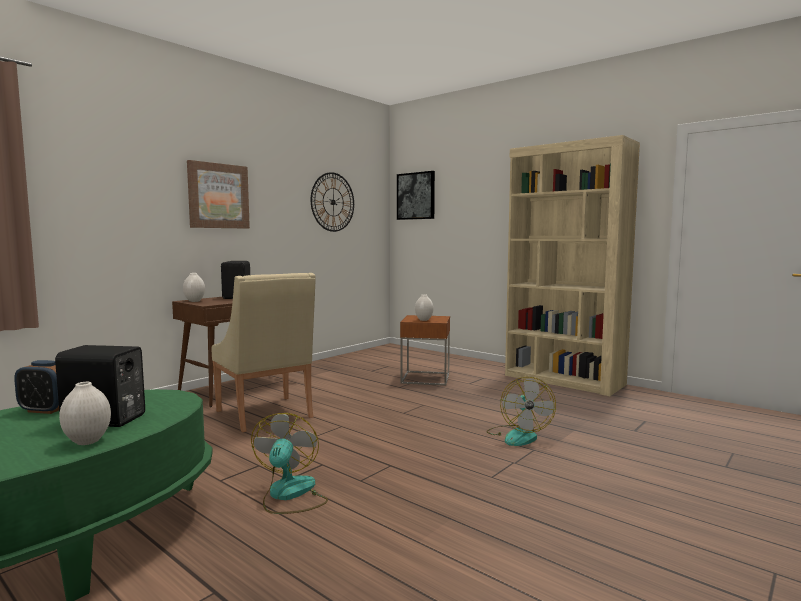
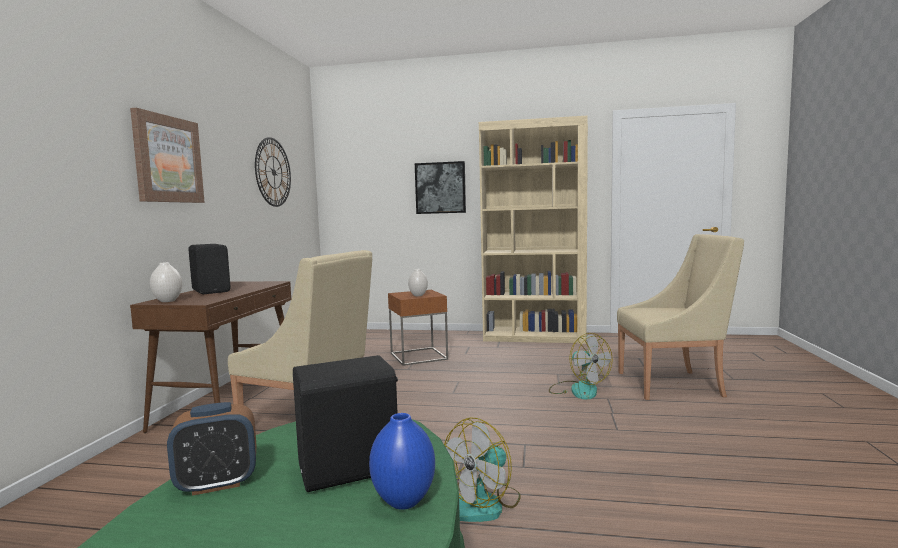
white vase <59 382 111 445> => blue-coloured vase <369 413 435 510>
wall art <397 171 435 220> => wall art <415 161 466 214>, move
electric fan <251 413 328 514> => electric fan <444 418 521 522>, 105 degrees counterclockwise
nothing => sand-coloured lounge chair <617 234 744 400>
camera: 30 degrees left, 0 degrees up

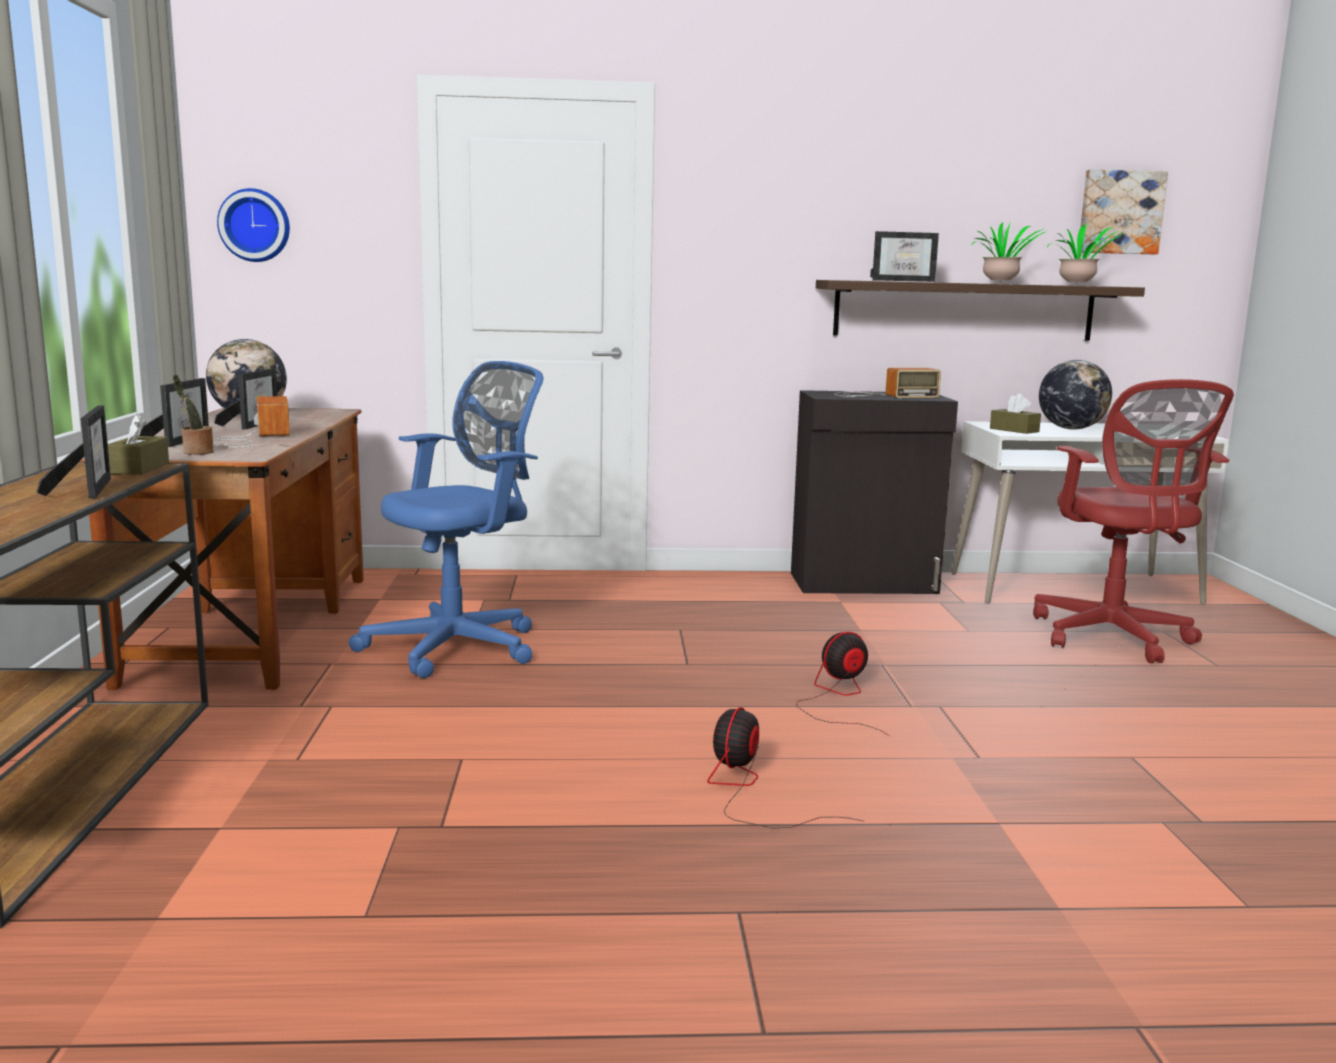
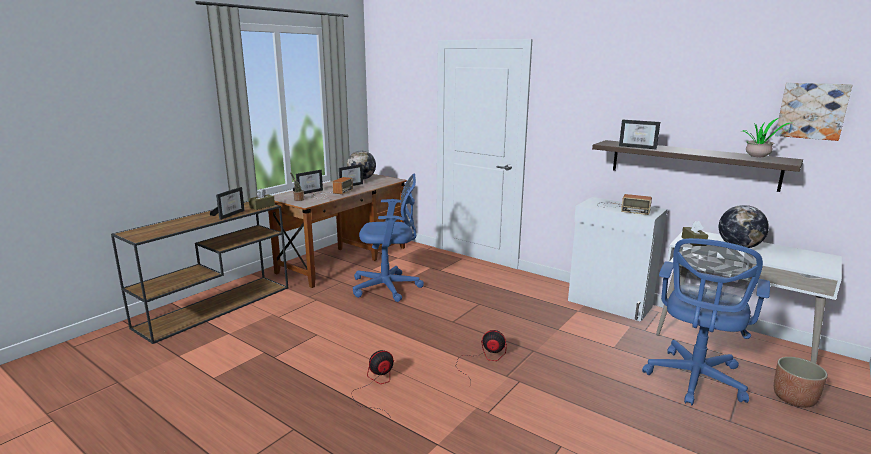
black cabinet <791 390 958 594> => white cabinet <568 197 667 322>
reddish office chair <1033 379 1234 663> => blue-coloured office chair <642 238 770 405>
nothing => planter <774 357 828 408>
wall clock <217 188 290 262> => nothing
potted plant <972 222 1047 282> => nothing
camera: 40 degrees right, 5 degrees up

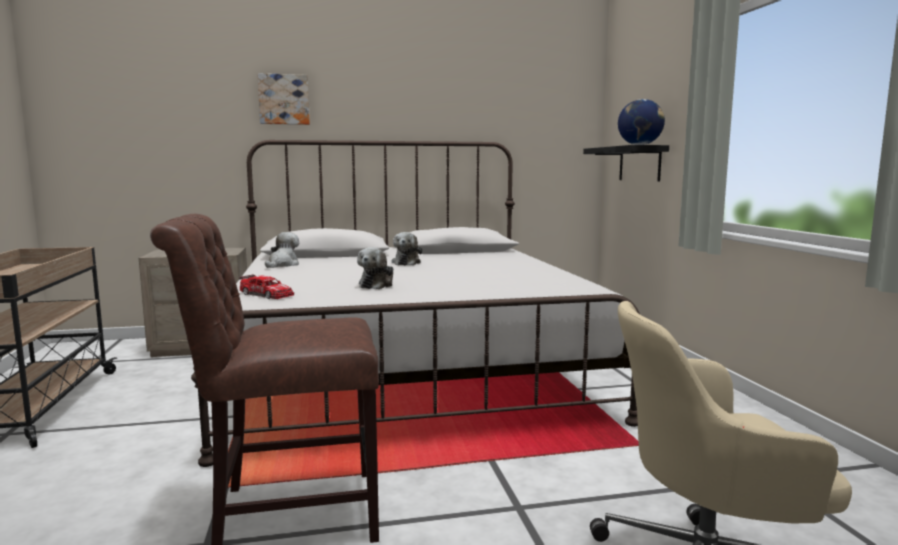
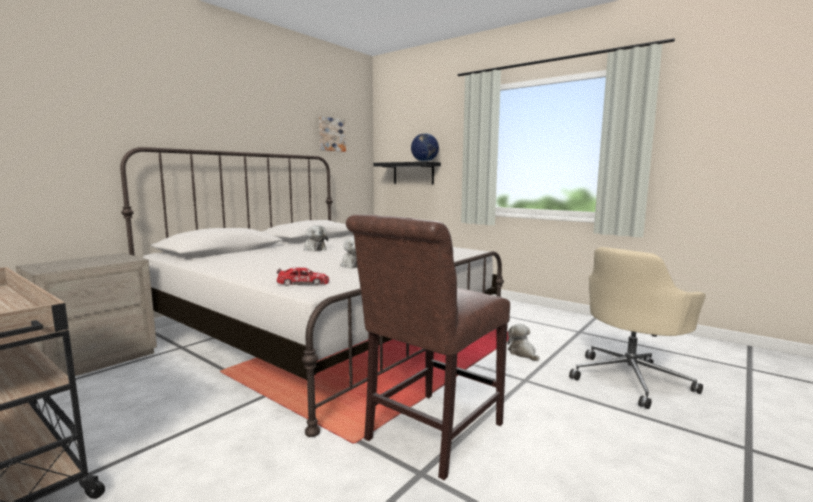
wall art <257 73 310 125> => wall art <319 116 346 152>, move
soft toy <265 232 299 268> => soft toy <508 324 539 361>, move
camera: 40 degrees left, 0 degrees up

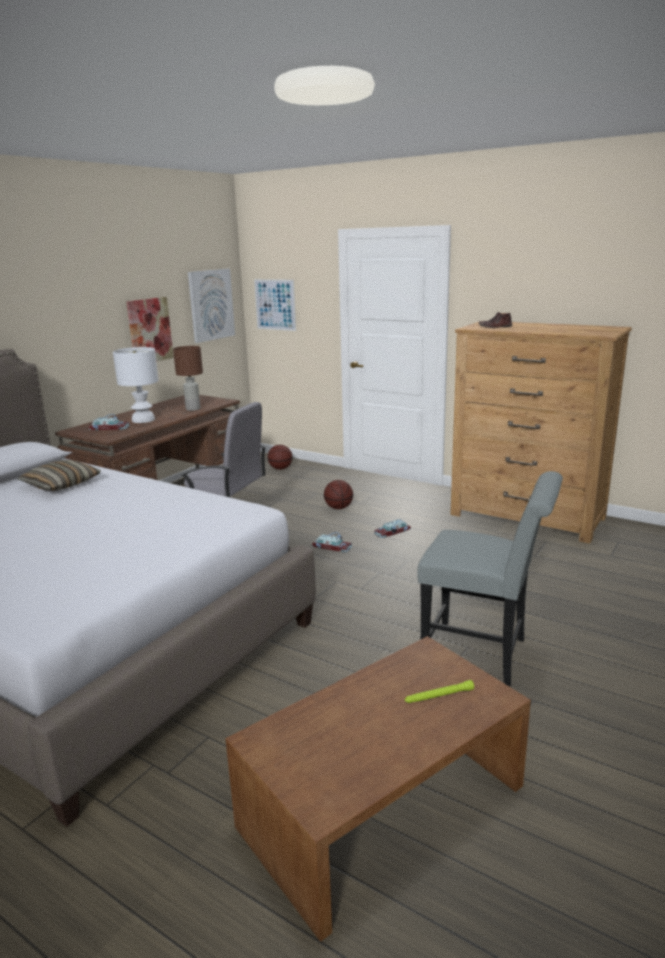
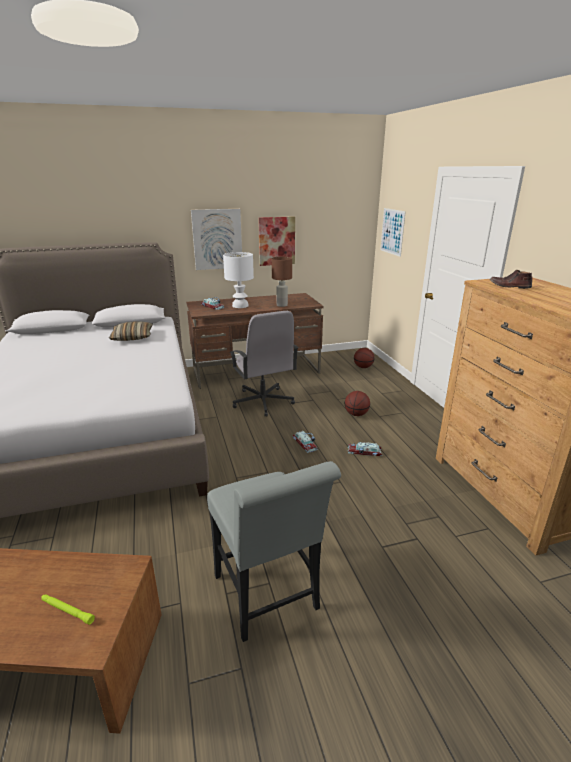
wall art <188 269 235 343> => wall art <191 209 242 270>, move
camera: 40 degrees right, 5 degrees up

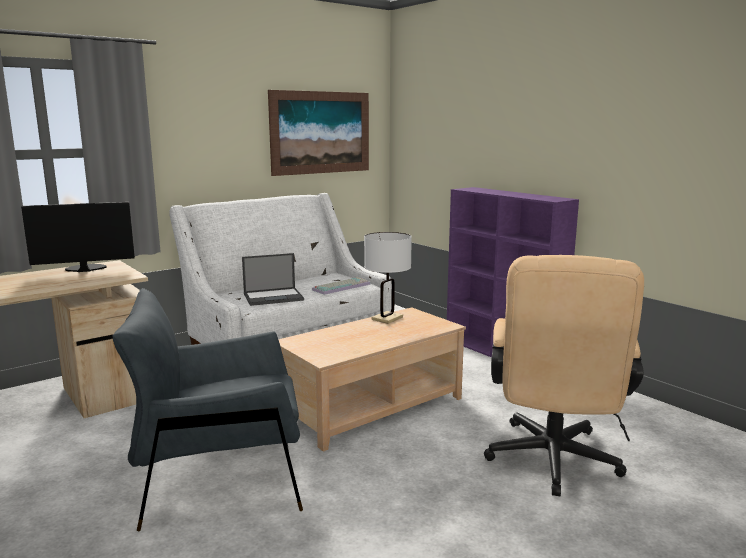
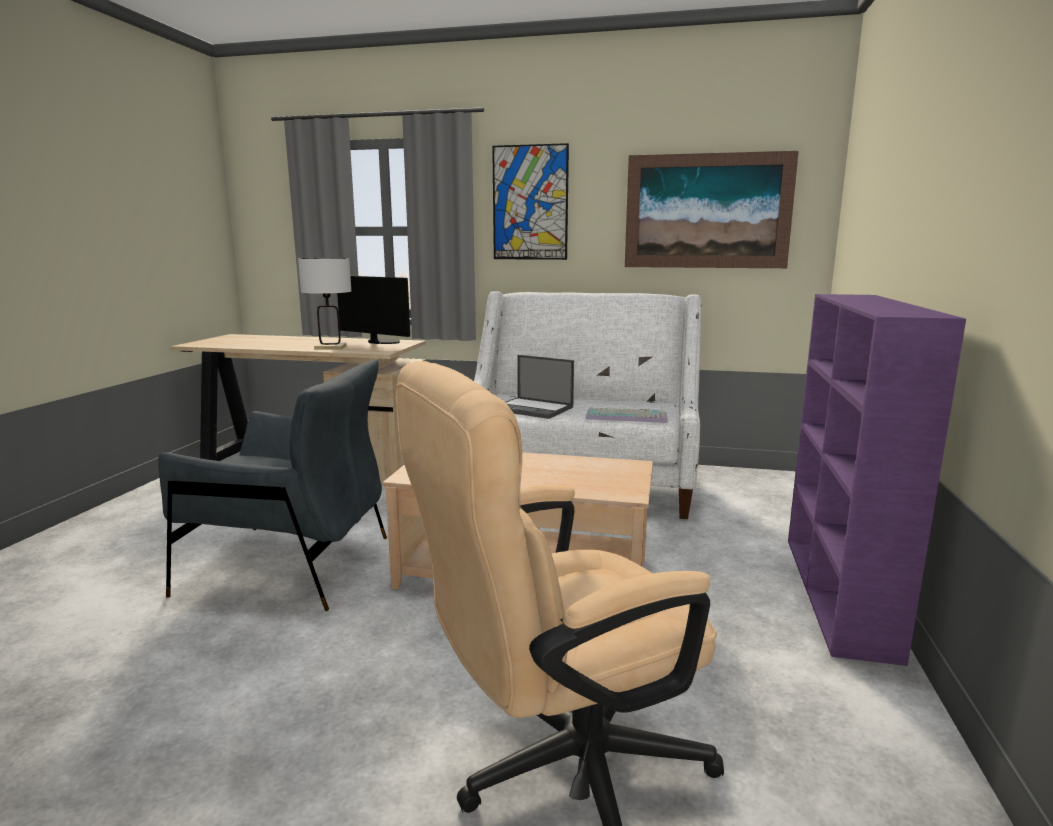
grey lounge chair <113 288 303 531> => grey lounge chair <158 360 387 611>, 150 degrees clockwise
white tabletop lamp <364 232 412 324> => white tabletop lamp <298 258 352 349>, move
nothing => wall art <492 143 569 260>
camera: 50 degrees right, 0 degrees up

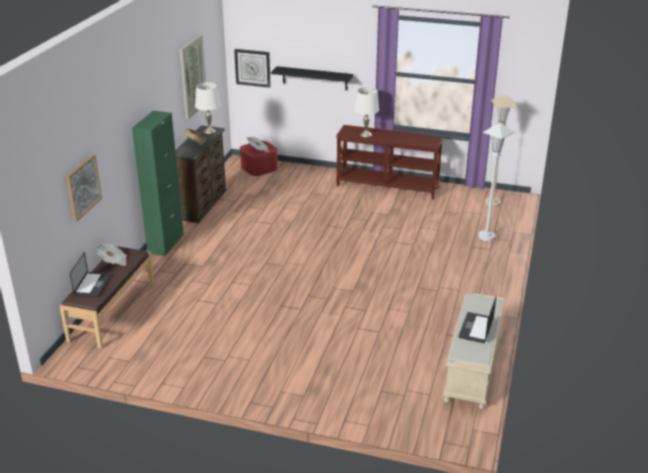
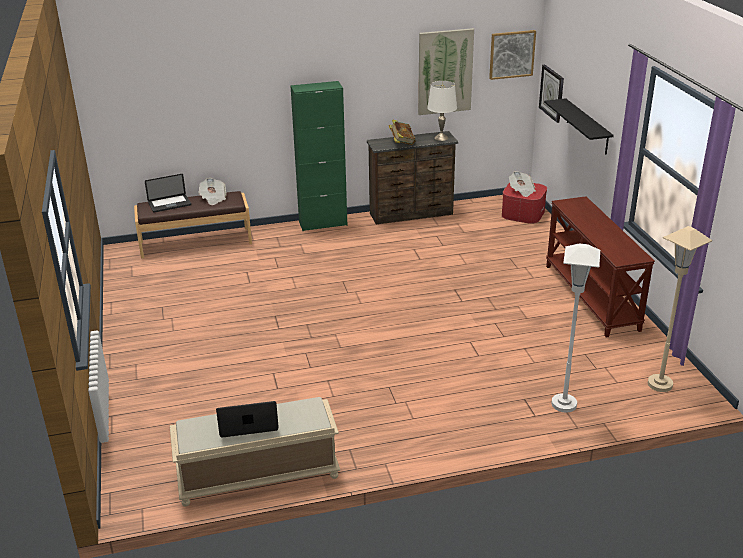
wall art <66 155 102 221> => wall art <489 30 536 80>, move
white tabletop lamp <354 87 379 137> => nothing
camera: 60 degrees right, 0 degrees up

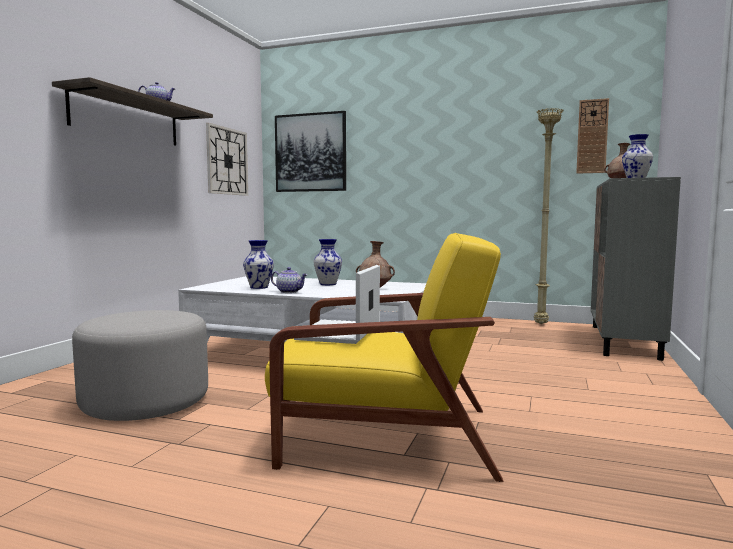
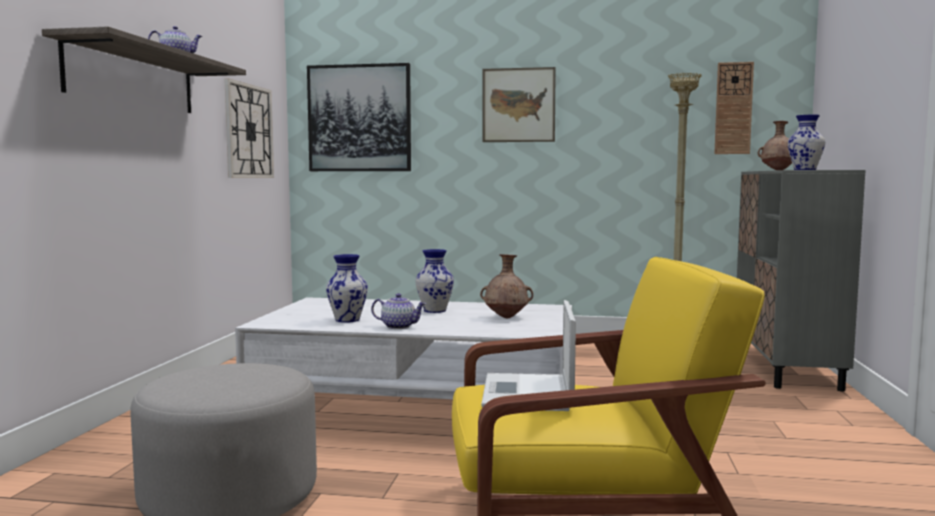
nothing => wall art <483 67 556 142>
camera: 10 degrees left, 0 degrees up

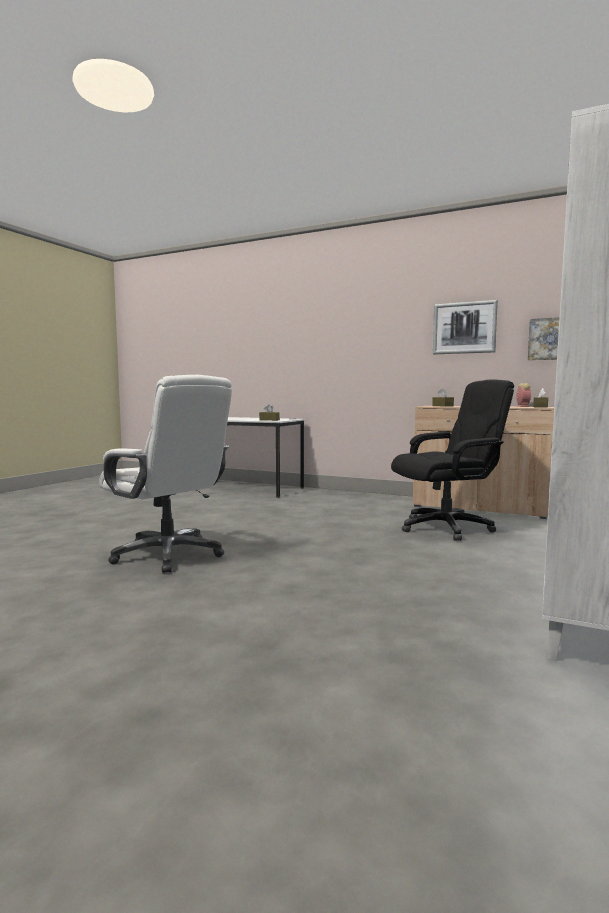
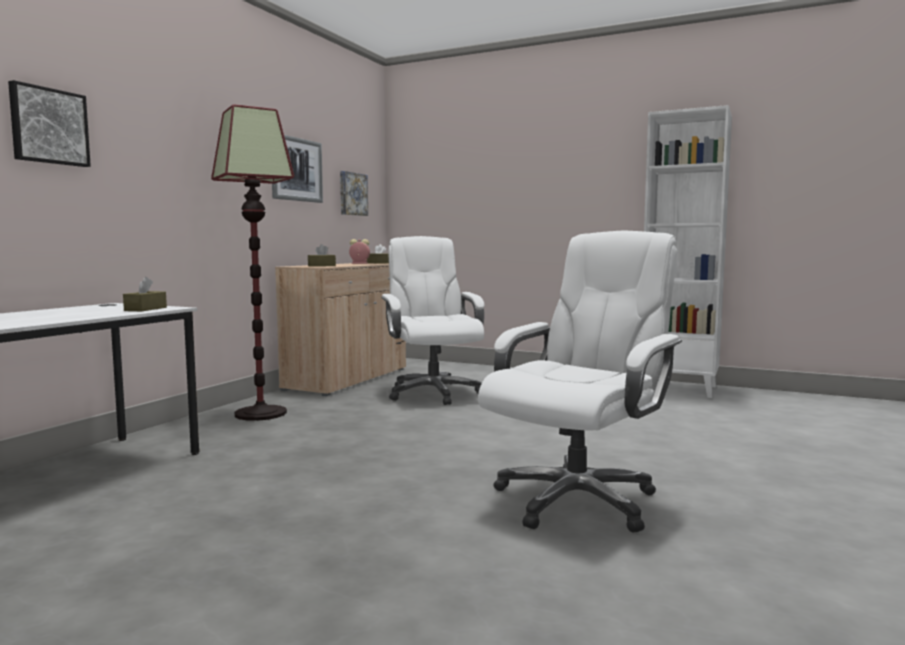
nothing => wall art <8 80 91 167>
nothing => floor lamp <211 104 294 421>
black office chair <391 379 514 541> => white office chair <381 236 484 405>
camera: 90 degrees left, 0 degrees up

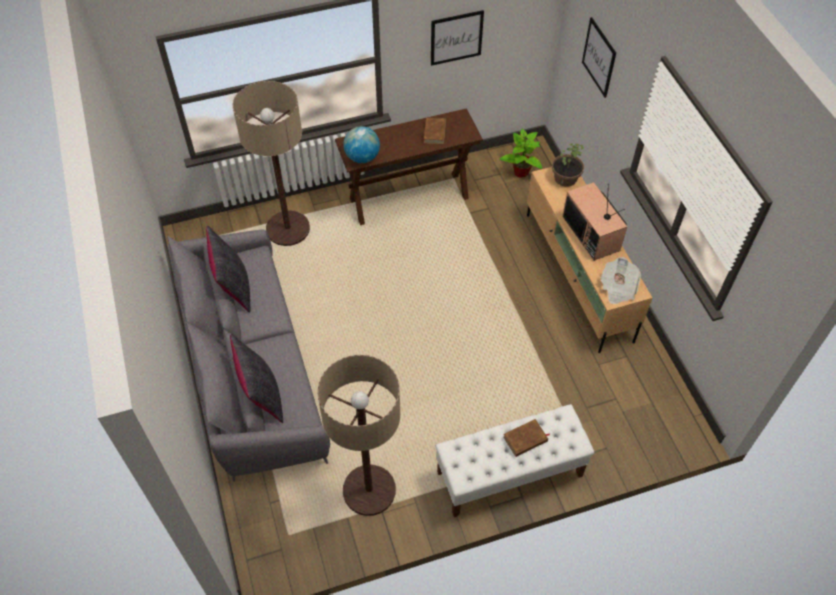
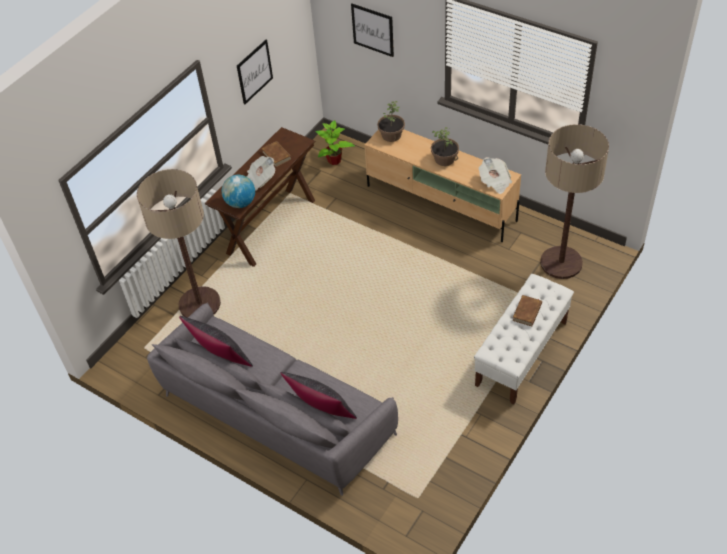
nothing => printed paper <247 156 275 191>
TV <562 182 627 261> => potted plant <431 127 459 166>
floor lamp <317 355 401 516> => floor lamp <540 124 609 279>, move
camera: 35 degrees left, 5 degrees down

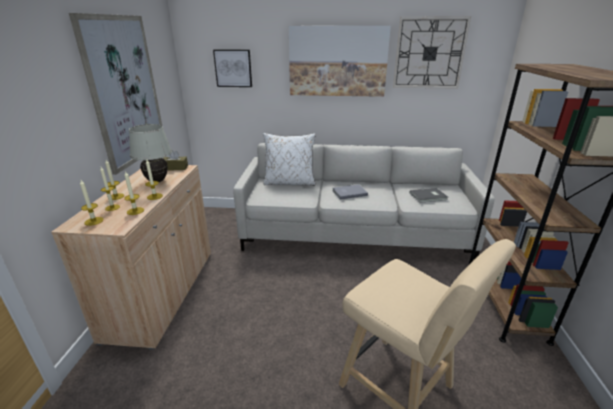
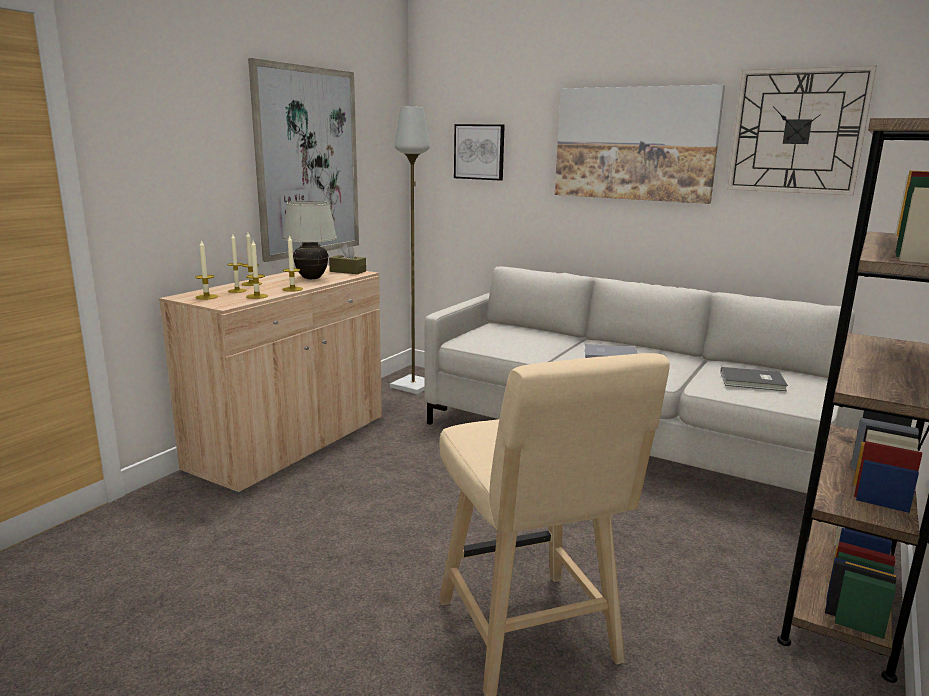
nothing => grey floor lamp <390 107 430 394>
white cushion <263 133 316 186> => nothing
camera: 25 degrees right, 10 degrees down

